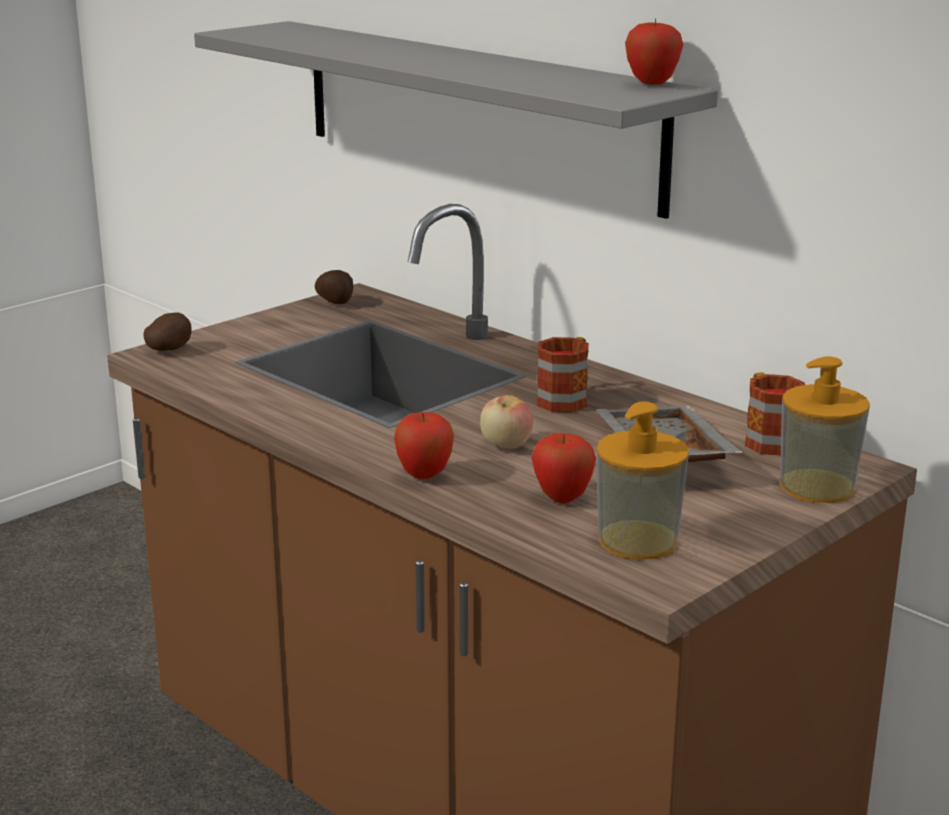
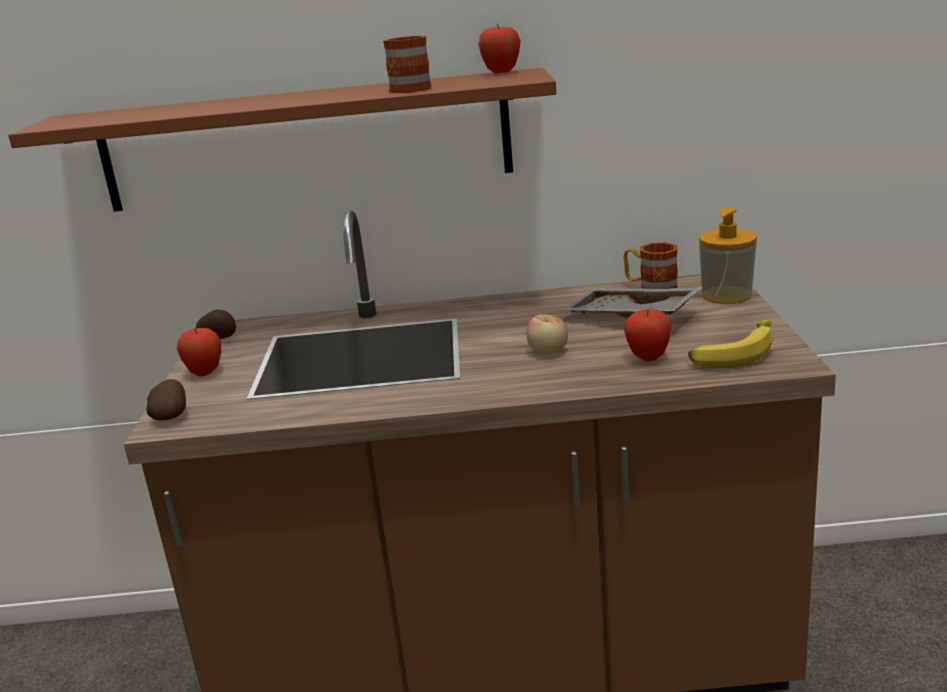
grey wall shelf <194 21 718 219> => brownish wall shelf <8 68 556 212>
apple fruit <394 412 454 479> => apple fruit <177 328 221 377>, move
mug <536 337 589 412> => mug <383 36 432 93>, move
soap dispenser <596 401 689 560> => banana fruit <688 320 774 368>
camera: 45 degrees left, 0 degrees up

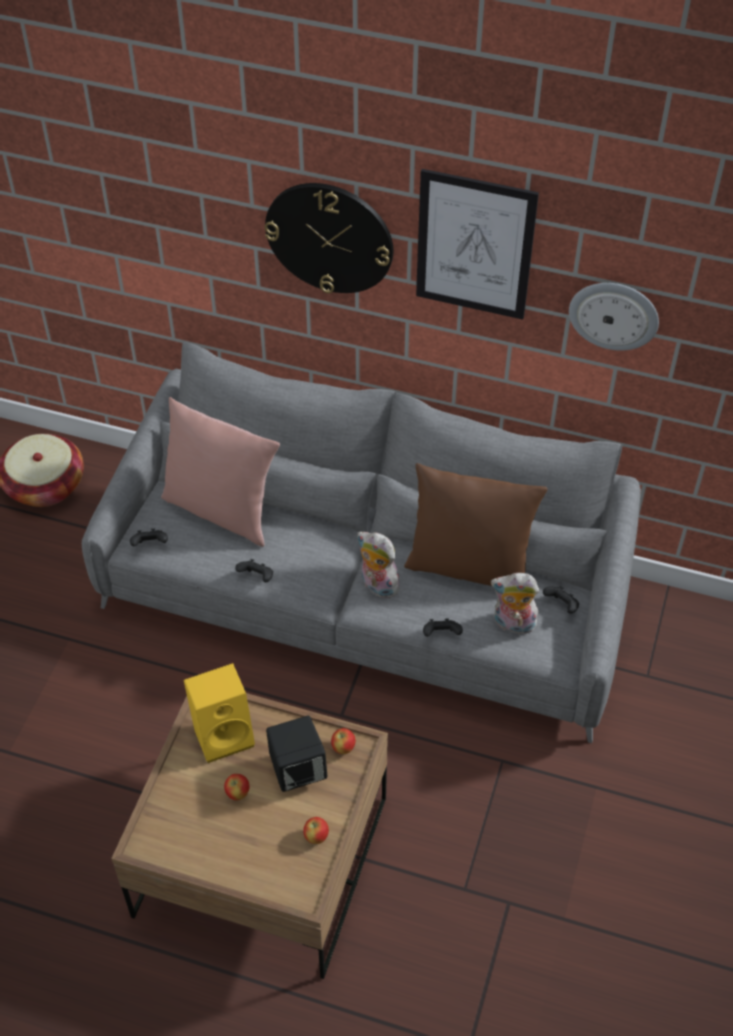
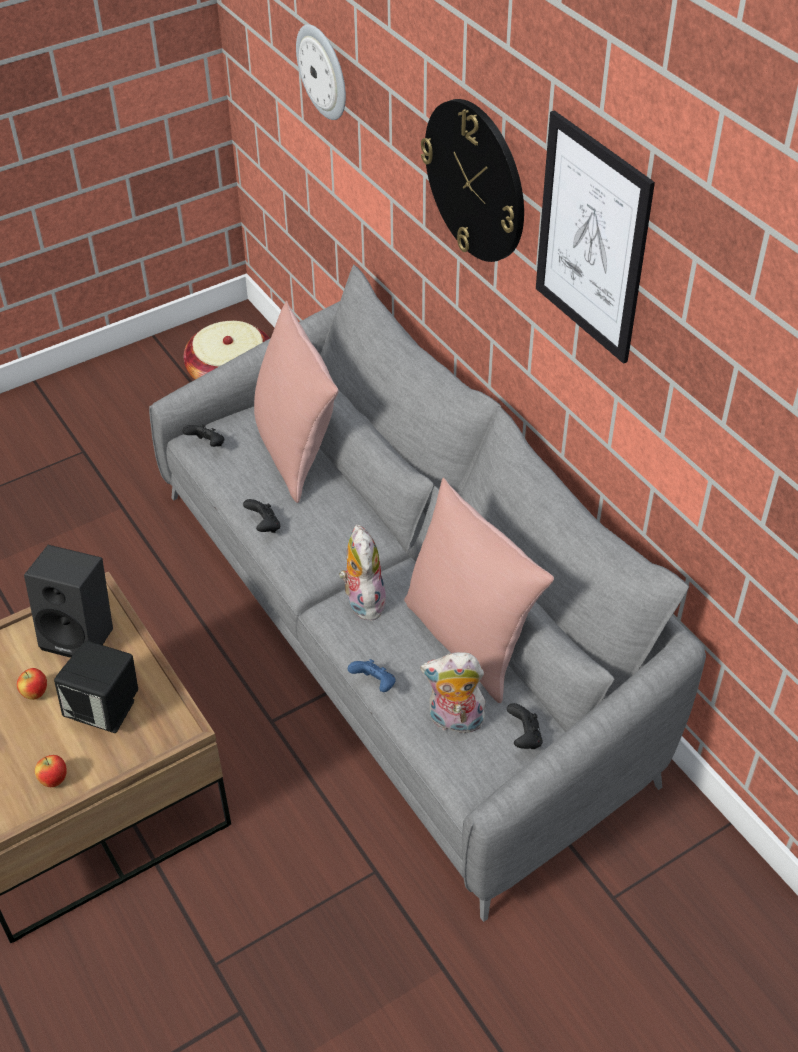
yellowish speaker <184 663 255 763> => black speaker <24 545 113 658>
wall clock <569 283 659 351> => wall clock <296 24 346 120>, move
black joypad <423 619 463 637> => blue-coloured joypad <348 659 396 692>
brownish cushion <404 463 548 586> => pink-coloured cushion <404 478 554 703>
soft toy <491 573 539 634> => soft toy <420 652 485 734>, 45 degrees counterclockwise
apple fruit <331 728 356 754> => nothing
camera: 40 degrees right, 5 degrees down

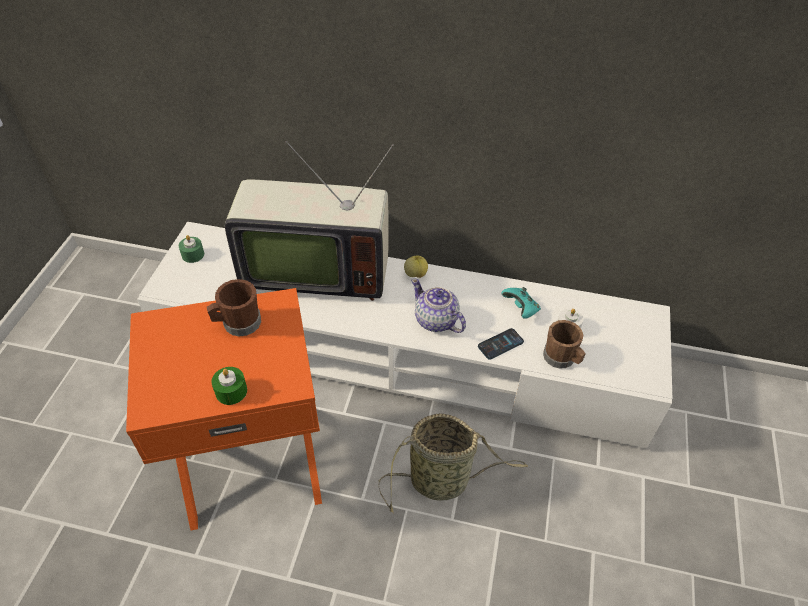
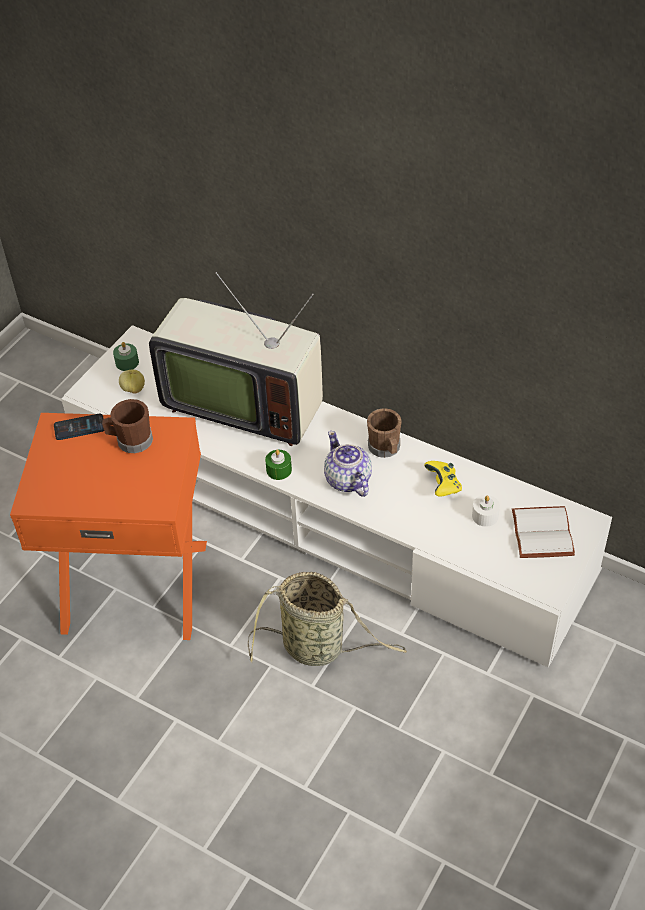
handset <478 328 524 360> => handset <54 414 104 440>, move
apple fruit <404 255 428 278> => apple fruit <119 370 145 393>, move
greenish wax candle <212 367 247 405> => greenish wax candle <265 450 292 480>, move
brownish mug <543 320 586 369> => brownish mug <367 408 402 458>, move
blue-green joypad <501 287 540 319> => yellowish joypad <424 461 462 497>
nothing => white bound book <512 506 575 558>
camera: 20 degrees right, 0 degrees up

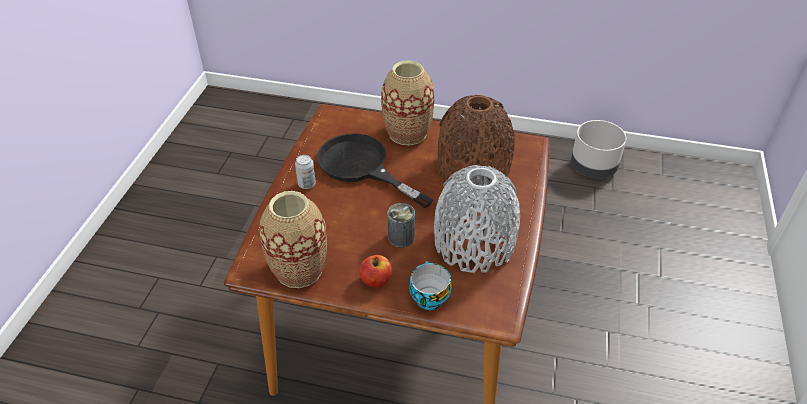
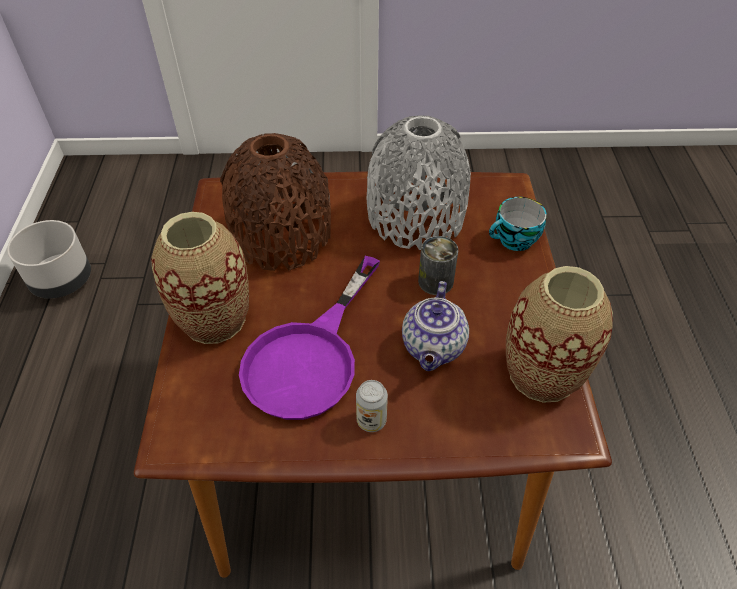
black frying pan <317 133 433 208> => purple-coloured frying pan <239 256 380 420>
nothing => tea pot <402 281 469 371>
apple fruit <359 255 392 287> => nothing
camera: 105 degrees left, 5 degrees up

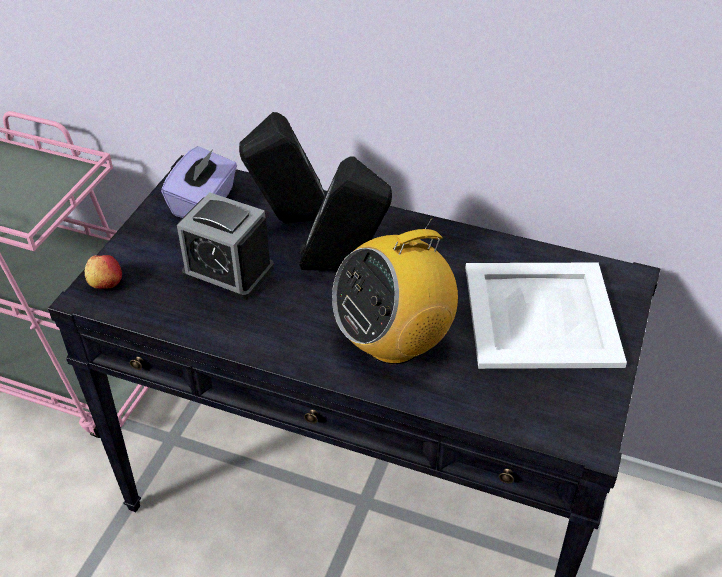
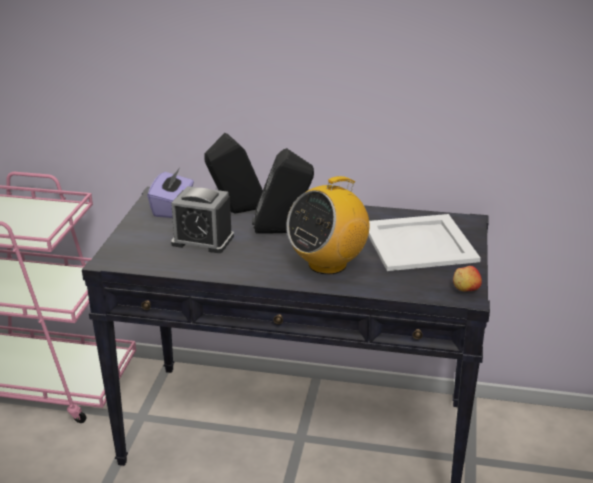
apple fruit <85 255 122 289> => apple fruit <453 266 482 292>, move
camera: 10 degrees left, 15 degrees down

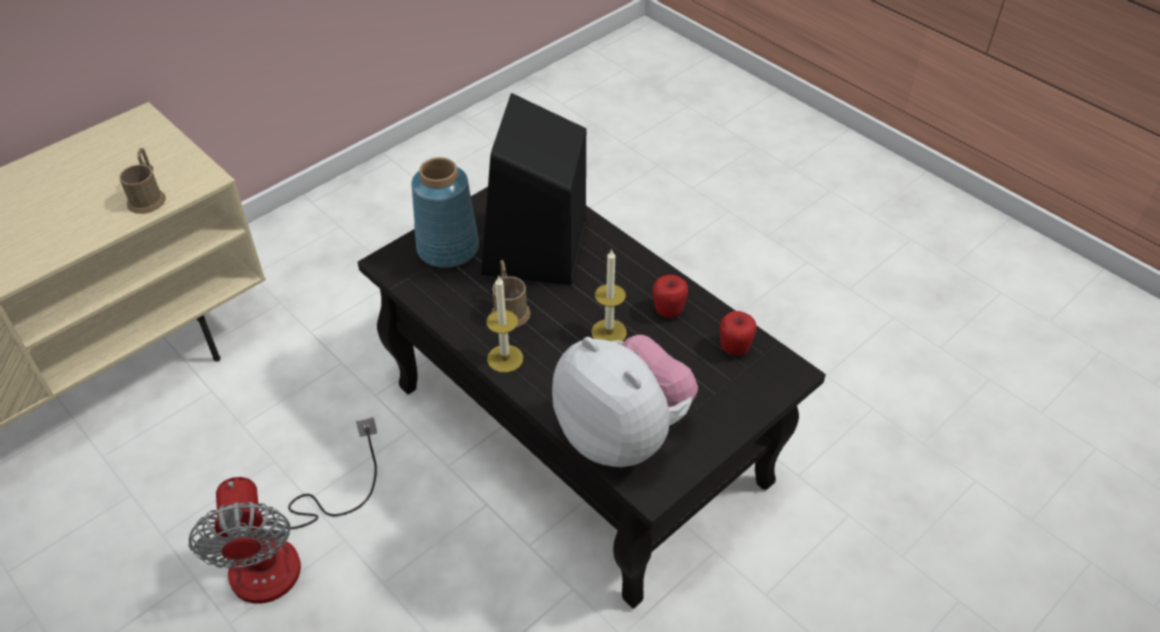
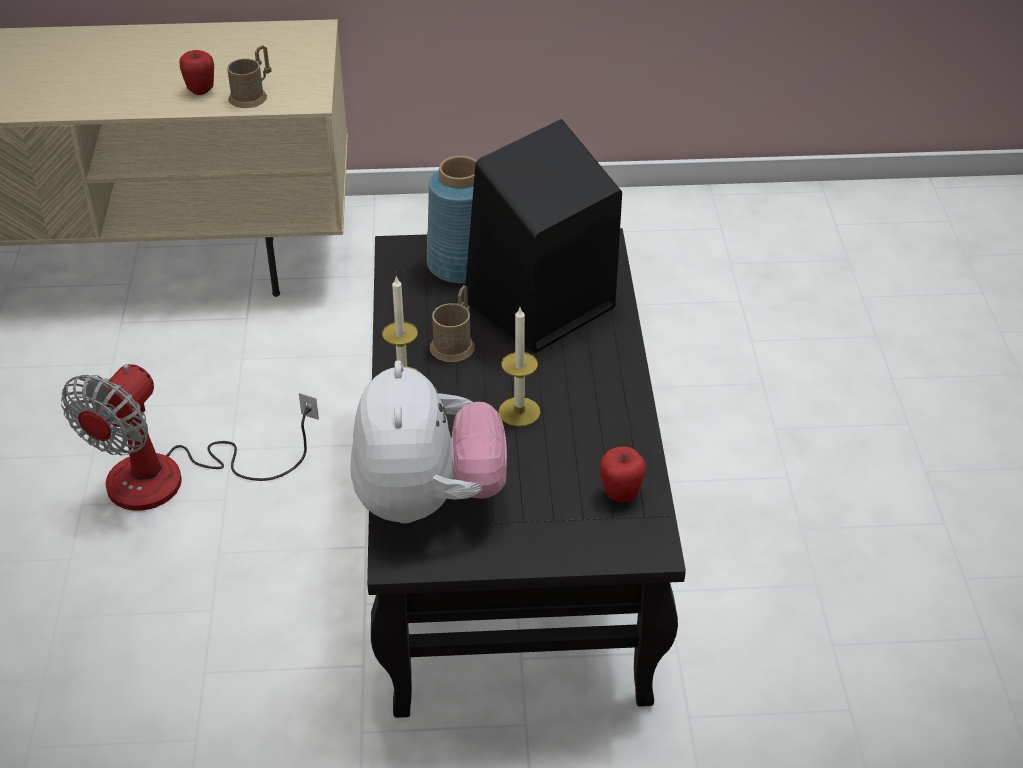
apple fruit <653 275 688 318> => apple fruit <179 50 214 95>, move
camera: 40 degrees right, 5 degrees down

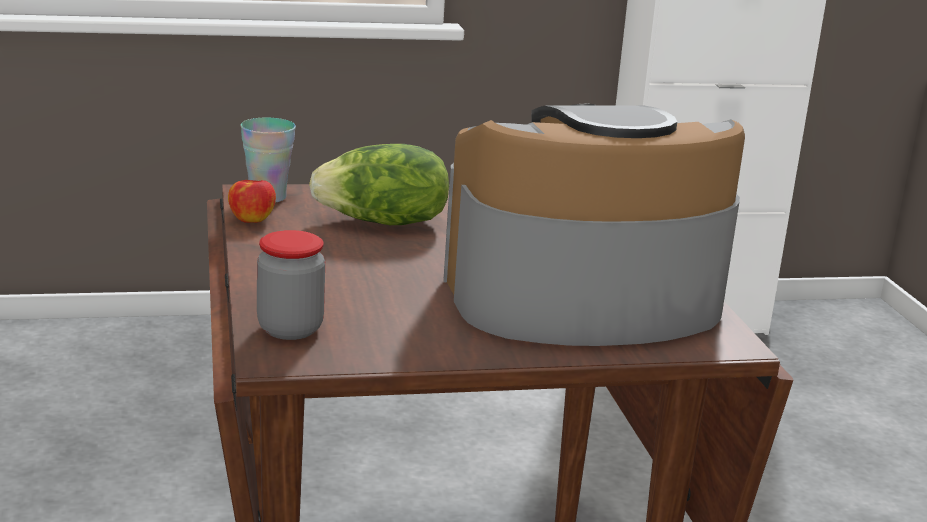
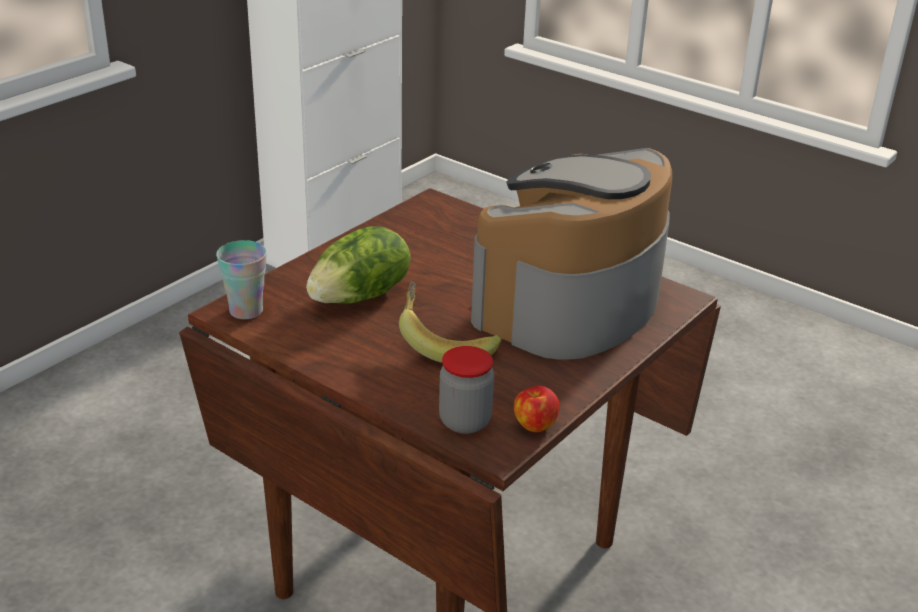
nothing => banana fruit <399 282 502 363>
apple fruit <228 180 276 223> => apple fruit <514 386 560 432>, move
camera: 40 degrees left, 10 degrees up

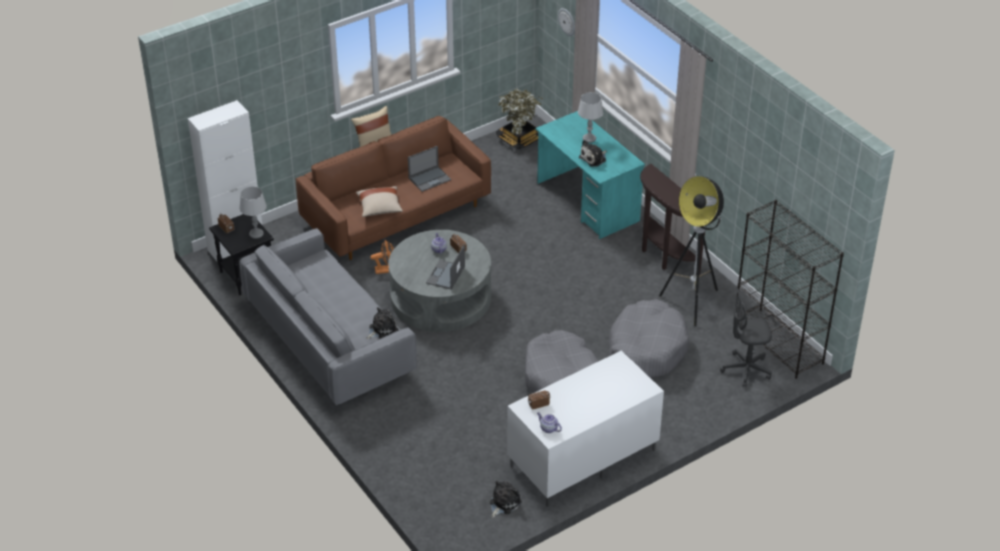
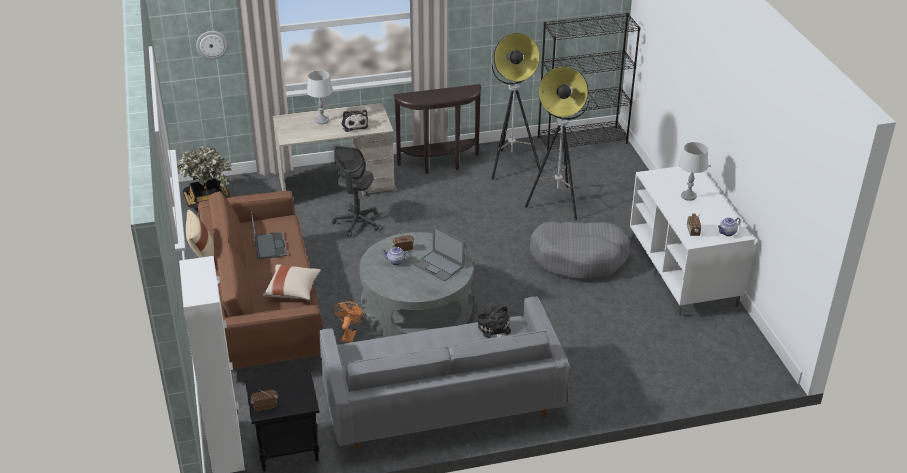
blue-green desk table <536 111 645 239> => sand-coloured desk table <273 103 395 196>
grey office chair <720 286 772 387> => grey office chair <332 145 379 237>, move
grey dog bed <609 299 689 378> => floor lamp <525 66 590 220>
grey tabletop lamp <240 187 267 239> => grey tabletop lamp <679 142 708 201>, move
soft toy <490 481 522 518> => nothing
camera: 70 degrees left, 5 degrees down

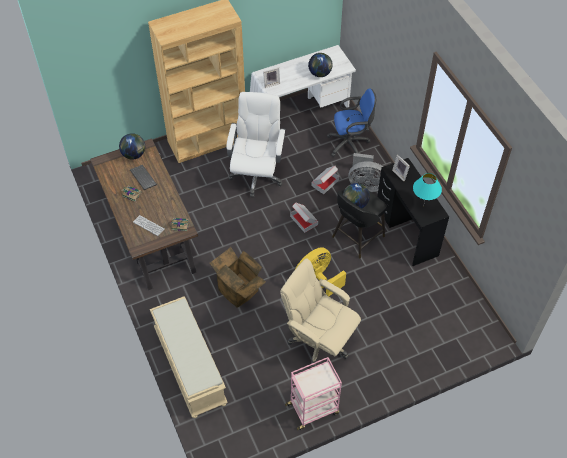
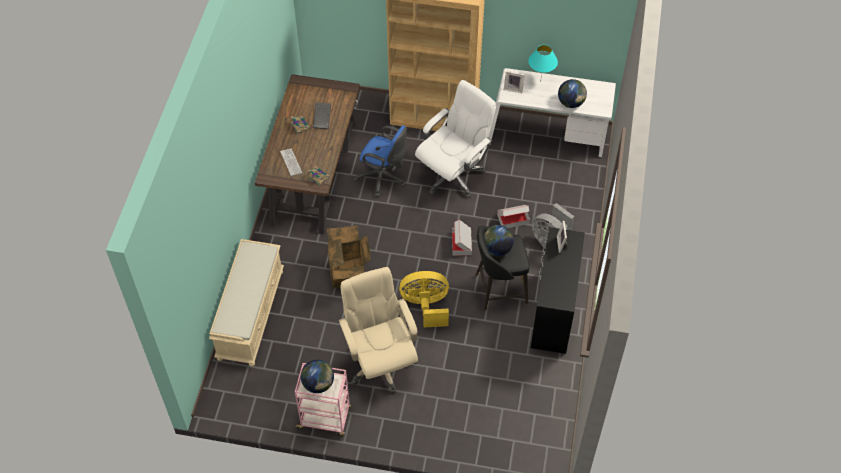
world globe <119 133 145 160> => world globe <301 360 334 393>, move
blue-coloured office chair <327 88 376 157> => blue-coloured office chair <354 125 407 197>, move
blue-green tabletop lamp <413 173 442 207> => blue-green tabletop lamp <528 45 558 83>, move
camera: 35 degrees right, 0 degrees up

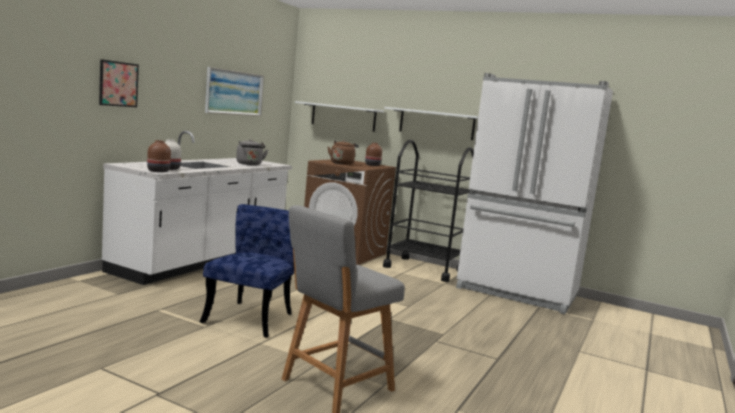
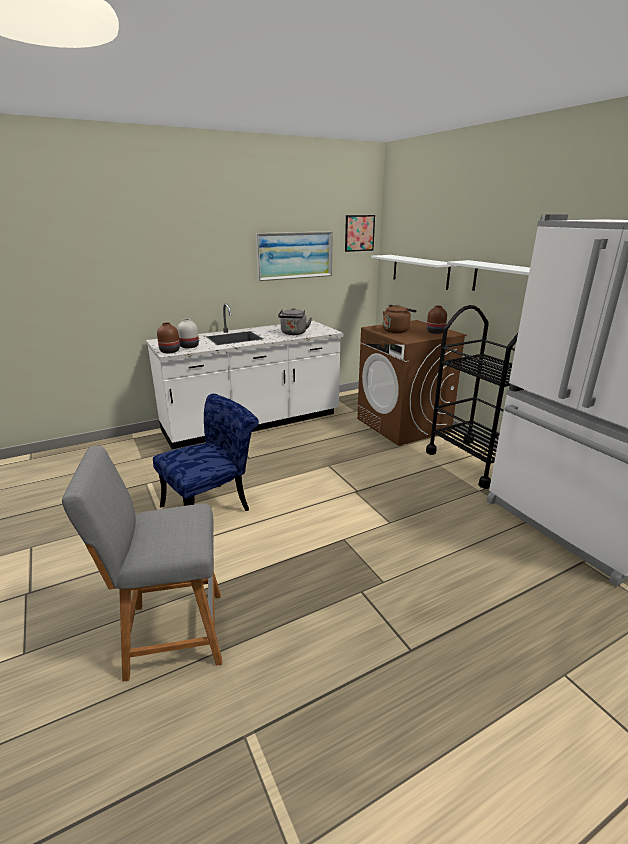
wall art <99 59 139 107> => wall art <345 215 375 252>, move
camera: 35 degrees right, 15 degrees up

